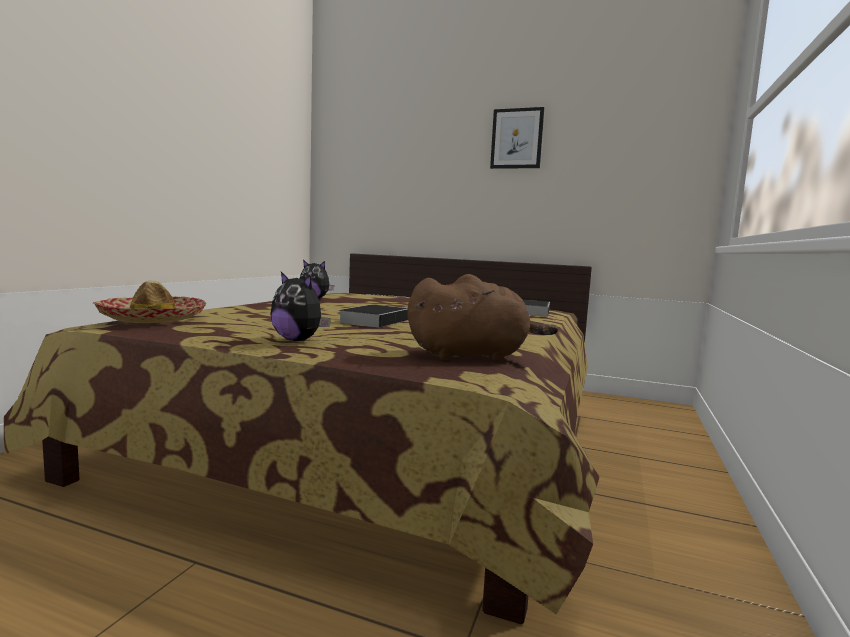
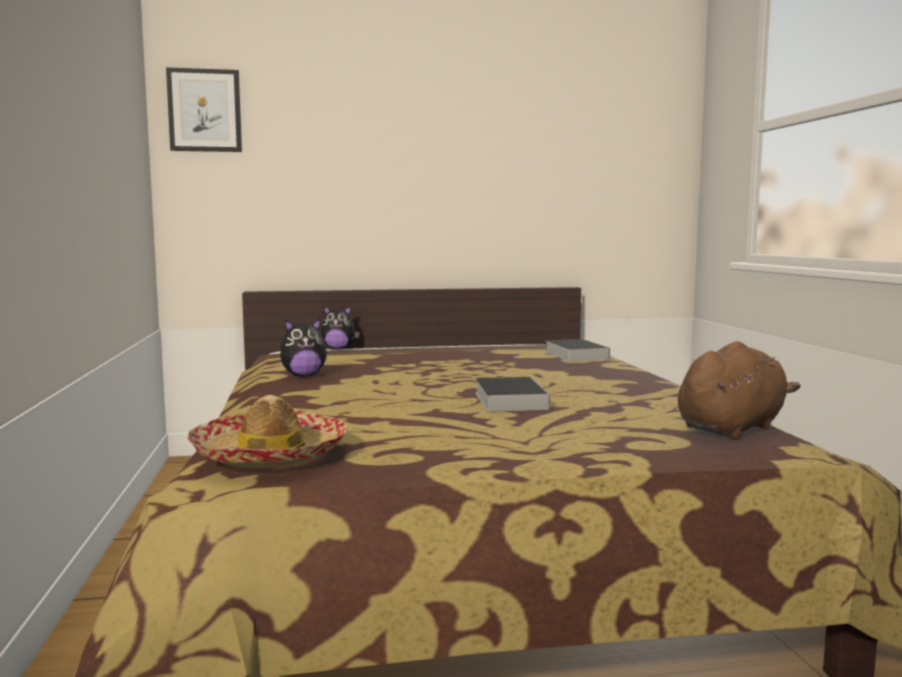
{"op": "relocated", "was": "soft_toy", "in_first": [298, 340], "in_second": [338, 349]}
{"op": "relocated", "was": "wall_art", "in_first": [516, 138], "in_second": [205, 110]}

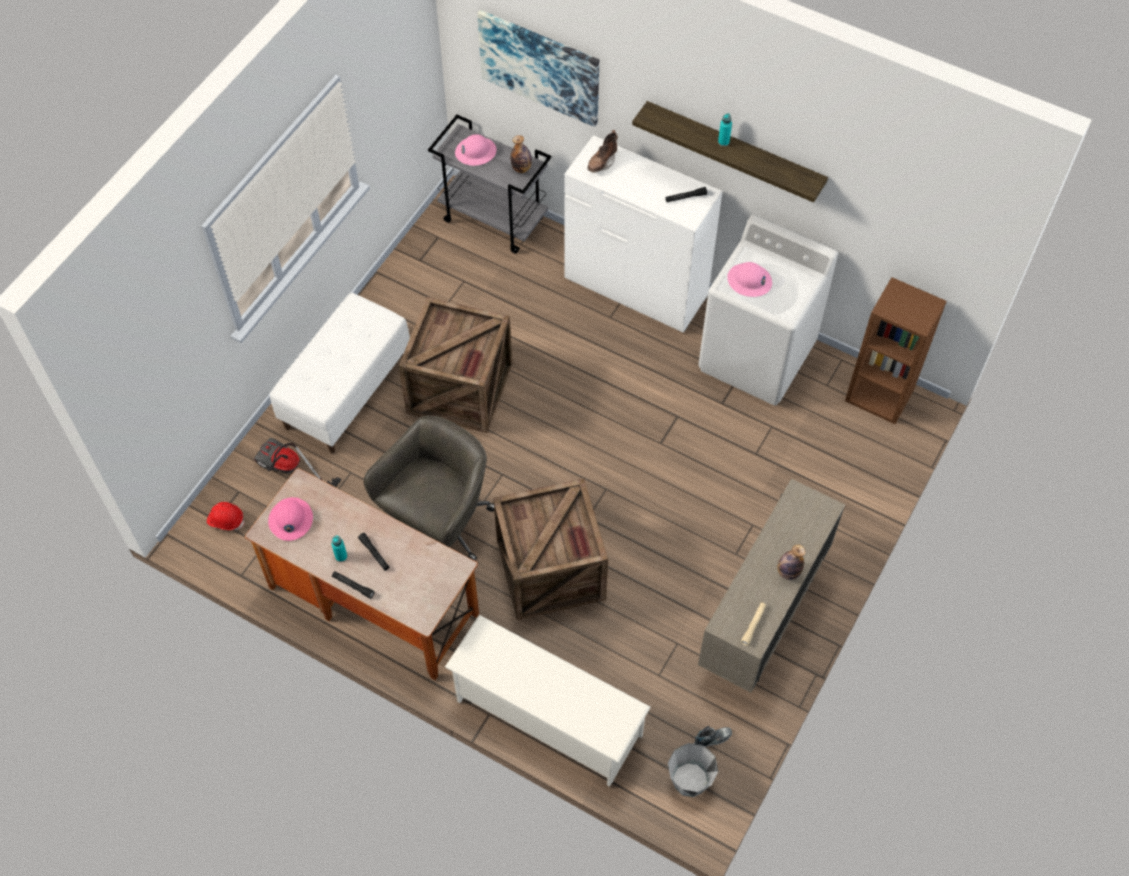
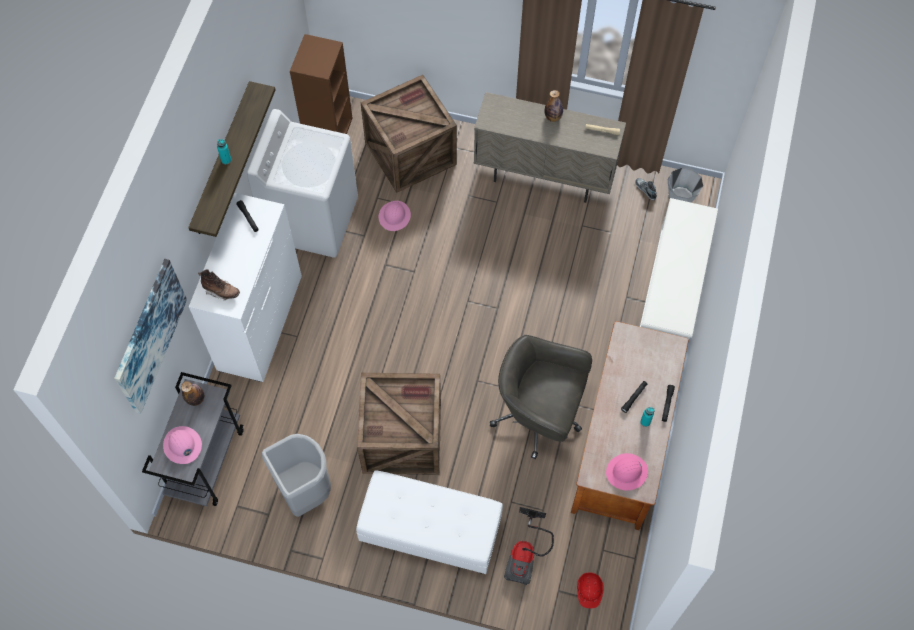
{"op": "relocated", "was": "shipping_crate", "in_first": [552, 571], "in_second": [411, 152]}
{"op": "relocated", "was": "pink_work_helmet", "in_first": [749, 281], "in_second": [394, 216]}
{"op": "appeared", "now": "greyish_waste_bin", "in_second": [305, 490]}

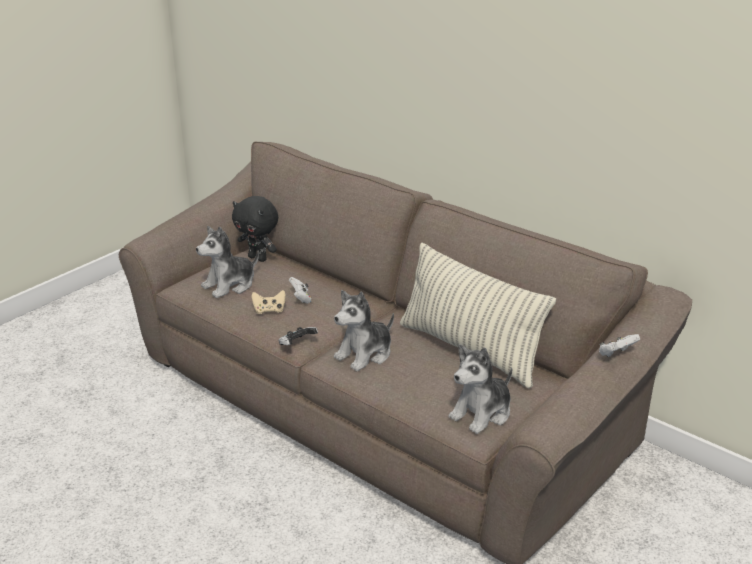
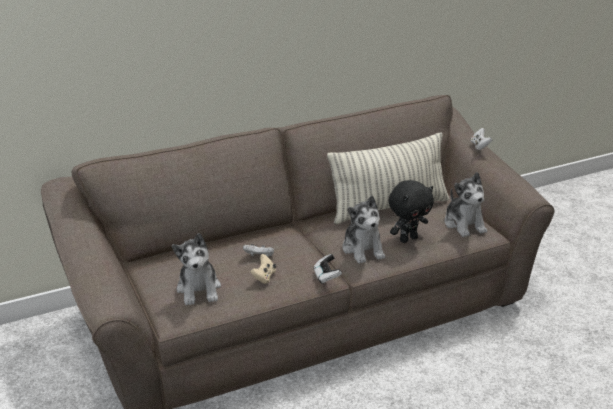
{"op": "relocated", "was": "black-coloured_soft_toy", "in_first": [258, 258], "in_second": [408, 239]}

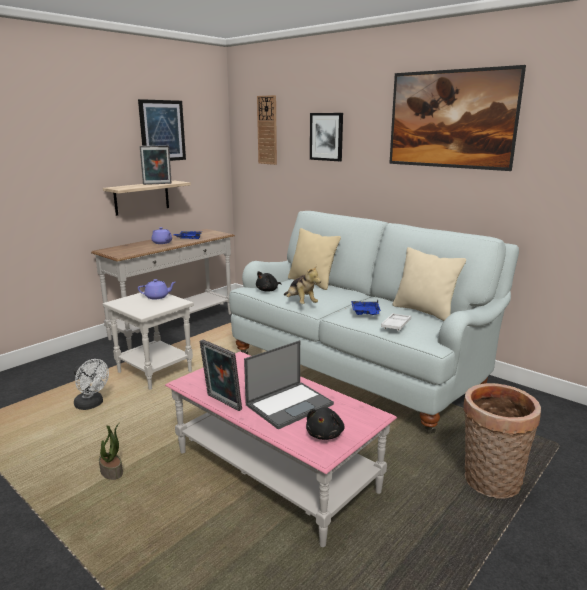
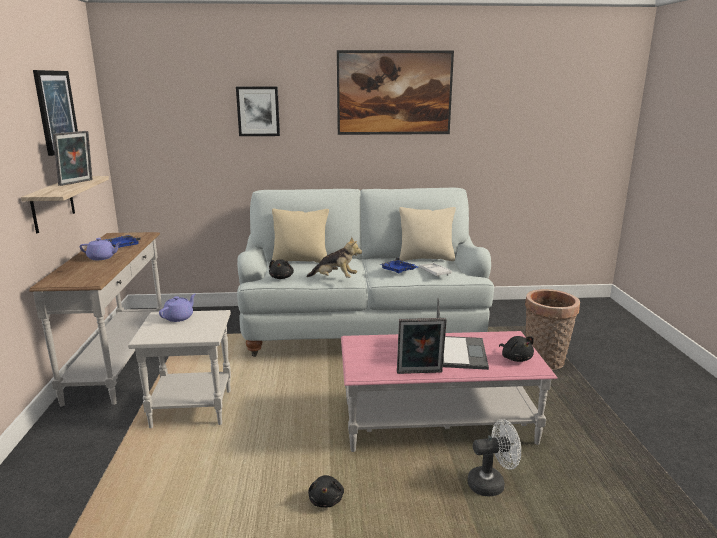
{"op": "relocated", "was": "white_electric_fan", "in_first": [92, 405], "in_second": [491, 483]}
{"op": "exchanged", "was": "houseplant", "now": "black-coloured_soft_toy", "in_first": [112, 472], "in_second": [326, 500]}
{"op": "missing", "was": "hanging_clock", "in_first": [267, 130]}

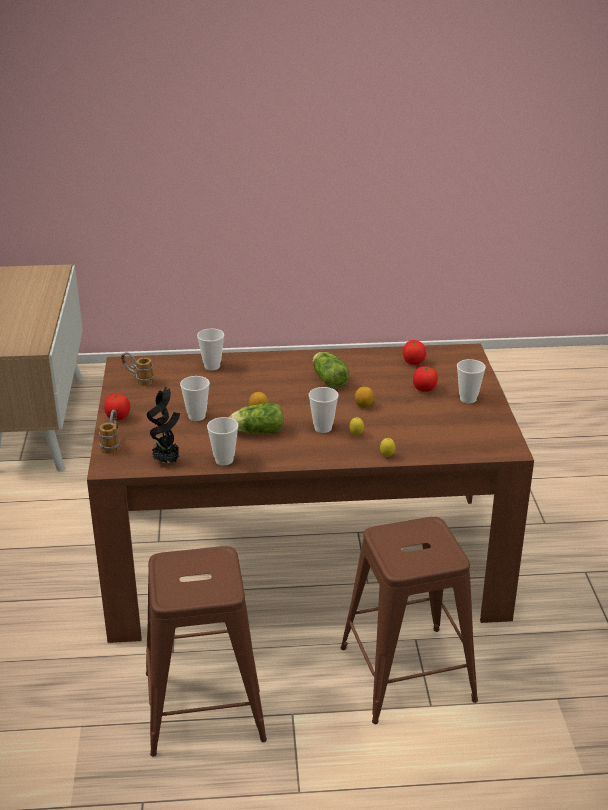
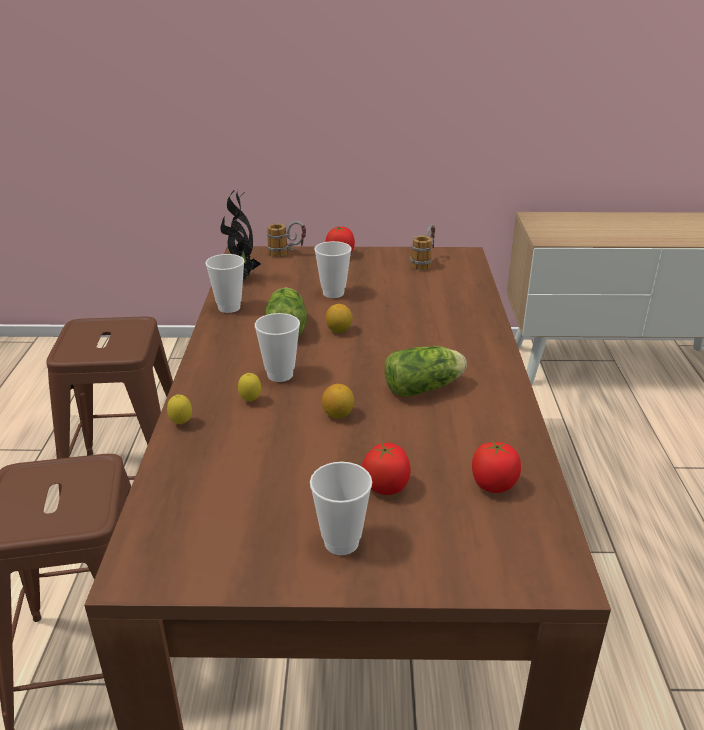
{"op": "missing", "was": "drinking_cup", "in_first": [212, 366]}

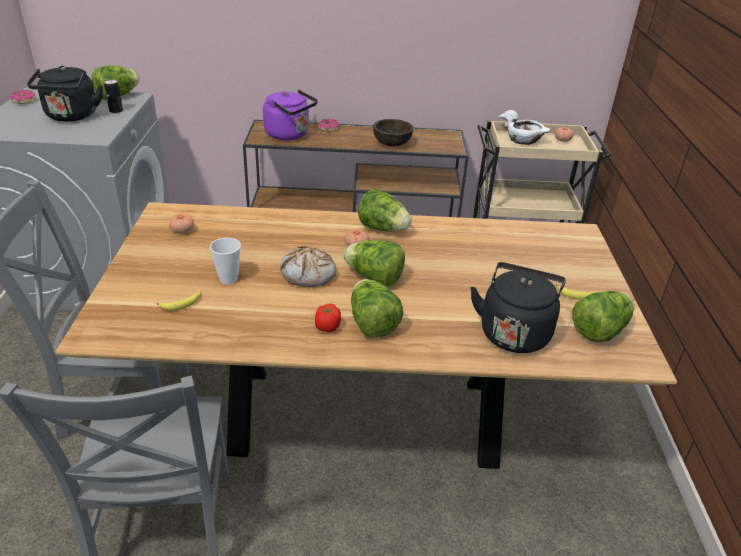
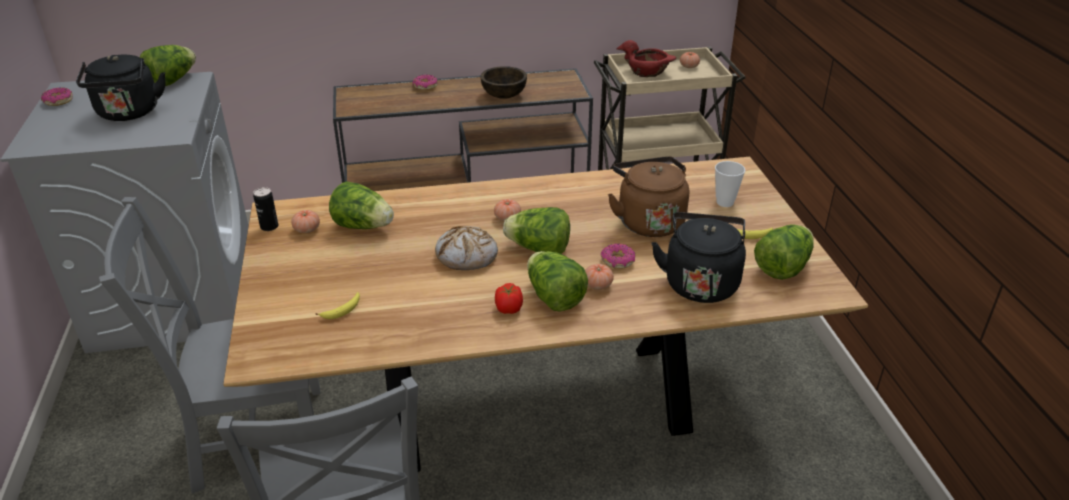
{"op": "relocated", "was": "sealed_can", "in_first": [116, 111], "in_second": [269, 226]}
{"op": "relocated", "was": "drinking_cup", "in_first": [228, 279], "in_second": [725, 202]}
{"op": "missing", "was": "purple_tea_kettle", "in_first": [289, 135]}
{"op": "relocated", "was": "lettuce", "in_first": [383, 229], "in_second": [363, 226]}
{"op": "colour", "was": "white_serving_bowl", "now": "red-coloured_serving_bowl", "in_first": [523, 140], "in_second": [647, 71]}
{"op": "appeared", "now": "tomato", "in_second": [598, 285]}
{"op": "appeared", "now": "donut", "in_second": [617, 261]}
{"op": "appeared", "now": "brown_tea_kettle", "in_second": [648, 221]}

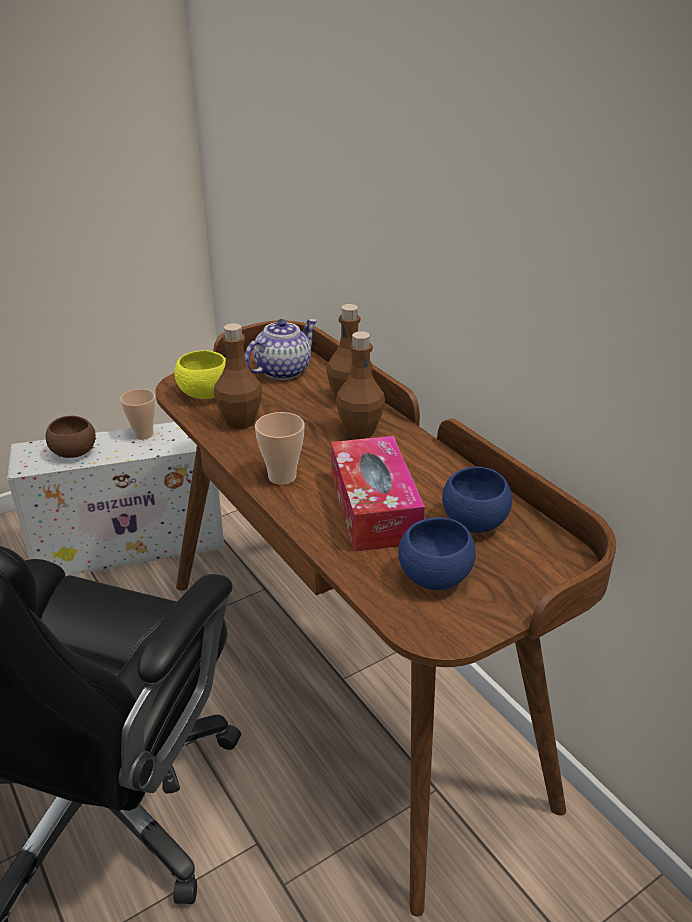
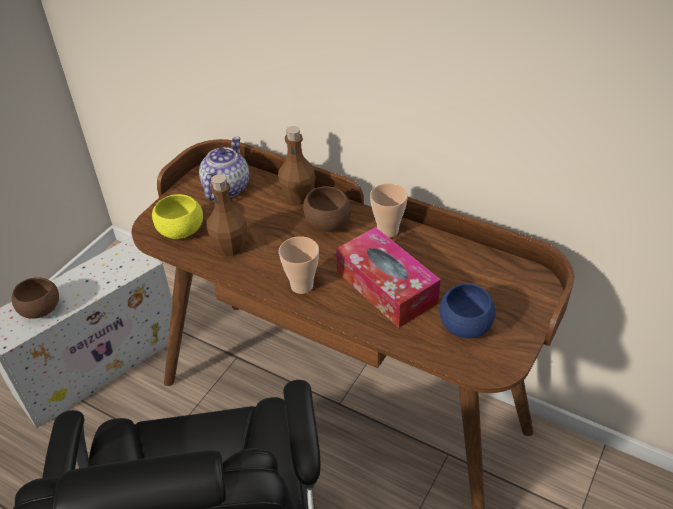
{"op": "relocated", "was": "drinking_cup", "in_first": [143, 434], "in_second": [387, 231]}
{"op": "exchanged", "was": "brown_beverage_bottle", "now": "brown_serving_bowl", "in_first": [360, 431], "in_second": [328, 224]}
{"op": "missing", "was": "blue_serving_bowl", "in_first": [474, 522]}

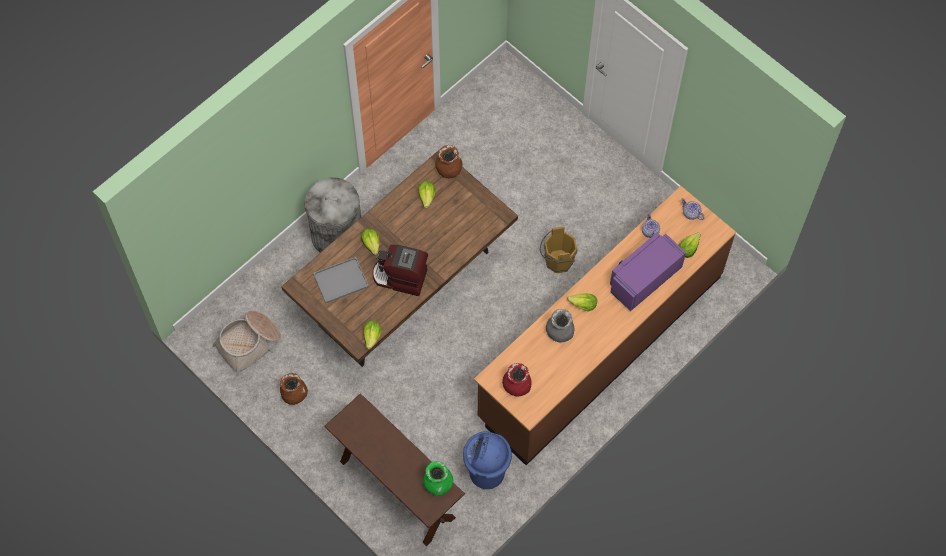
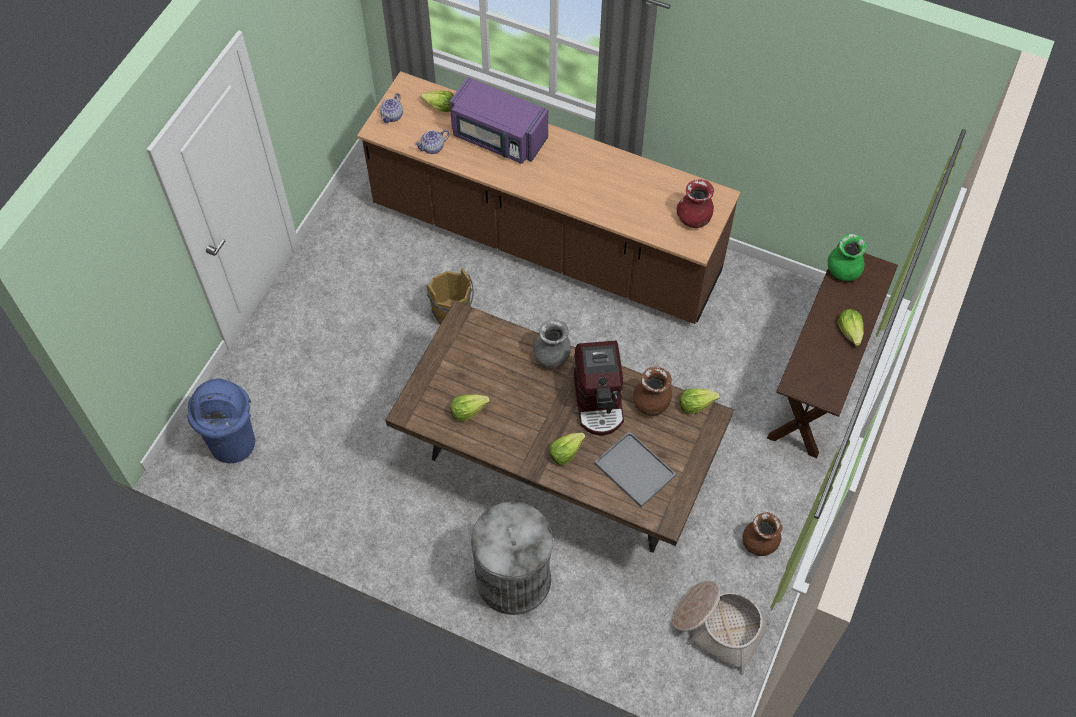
{"op": "relocated", "was": "brown_vase", "in_first": [448, 170], "in_second": [651, 403]}
{"op": "relocated", "was": "blue_waste_bin", "in_first": [486, 473], "in_second": [234, 443]}
{"op": "relocated", "was": "greyish_vase", "in_first": [559, 333], "in_second": [552, 357]}
{"op": "relocated", "was": "lettuce", "in_first": [583, 305], "in_second": [850, 331]}

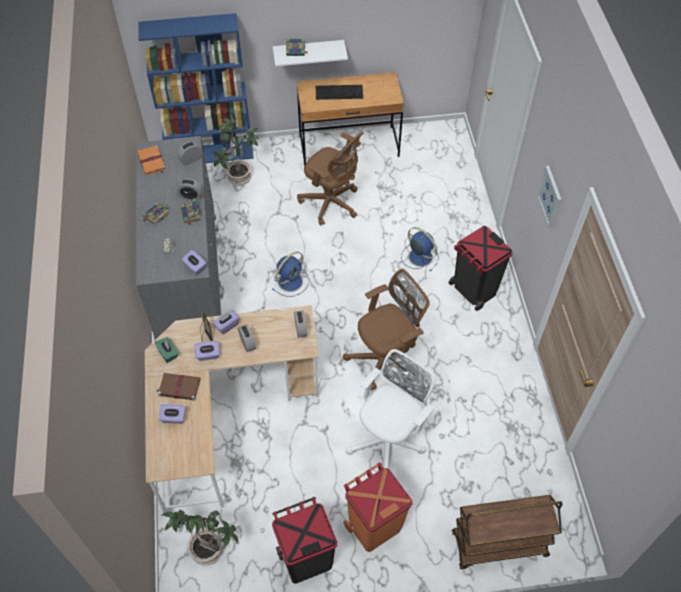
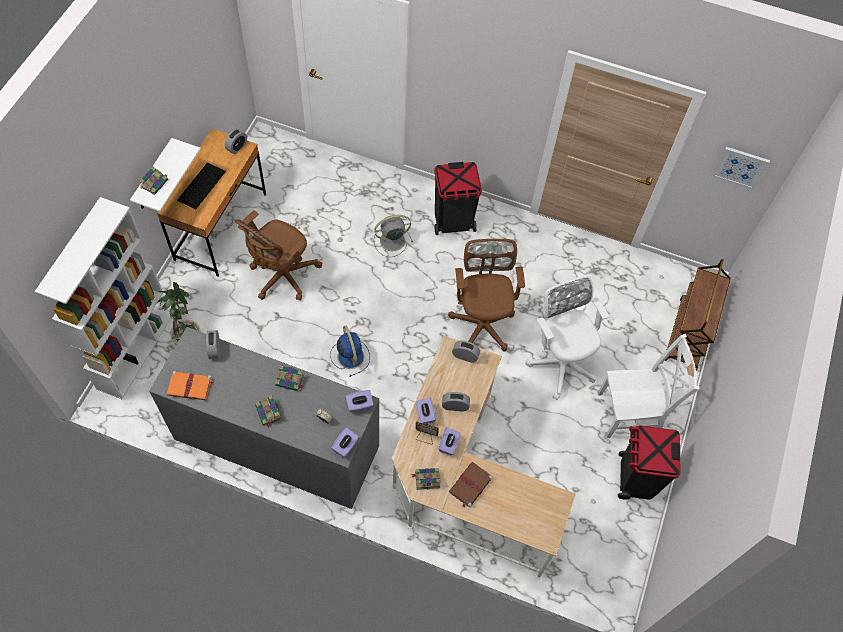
{"op": "colour", "was": "blue_bookcase", "now": "white_bookcase", "in_first": [211, 153], "in_second": [135, 350]}
{"op": "exchanged", "was": "green_tissue_holder", "now": "book", "in_first": [168, 353], "in_second": [426, 479]}
{"op": "relocated", "was": "purple_tissue_holder", "in_first": [173, 418], "in_second": [345, 446]}
{"op": "missing", "was": "houseplant", "in_first": [208, 549]}
{"op": "relocated", "was": "bedside_clock", "in_first": [191, 196], "in_second": [237, 147]}
{"op": "spun", "was": "brown_desk_chair", "in_first": [331, 203], "in_second": [282, 277], "clockwise": 150}
{"op": "exchanged", "was": "orange_waste_bin", "now": "white_upright_chair", "in_first": [374, 527], "in_second": [631, 413]}
{"op": "colour", "was": "blue_electric_fan", "now": "greyish_electric_fan", "in_first": [419, 256], "in_second": [391, 241]}
{"op": "relocated", "was": "wall_art", "in_first": [550, 197], "in_second": [740, 167]}

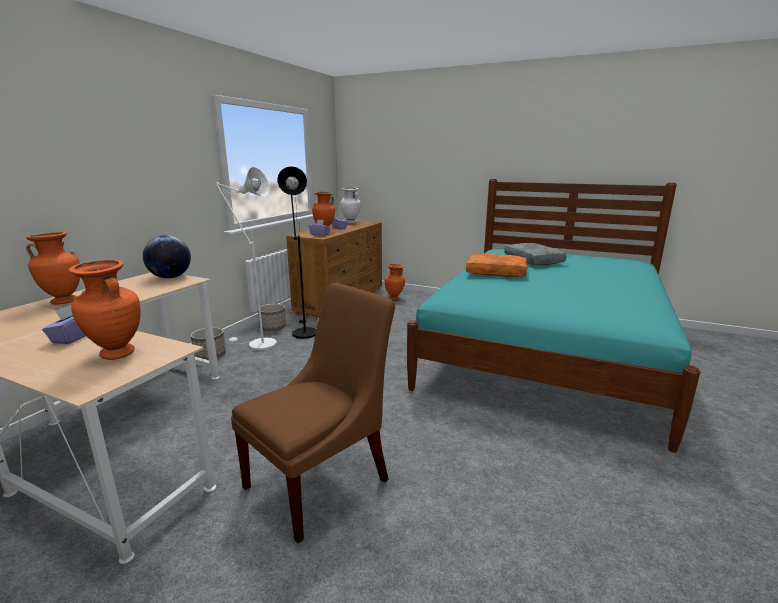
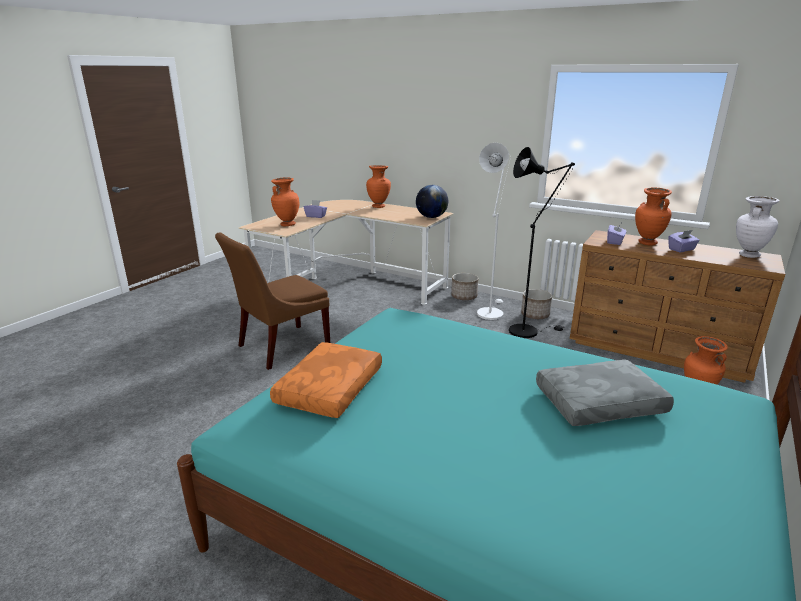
{"op": "spun", "was": "brown_upright_chair", "in_first": [322, 480], "in_second": [280, 347], "clockwise": 90}
{"op": "relocated", "was": "orange_pillow", "in_first": [497, 272], "in_second": [331, 390]}

